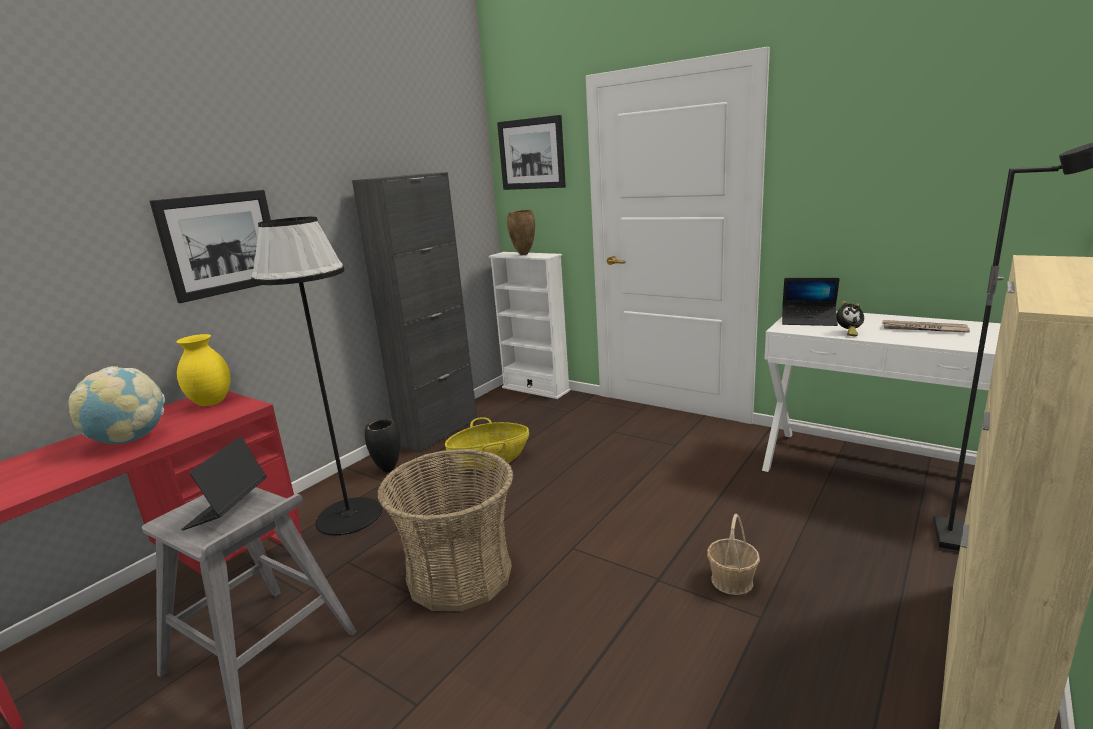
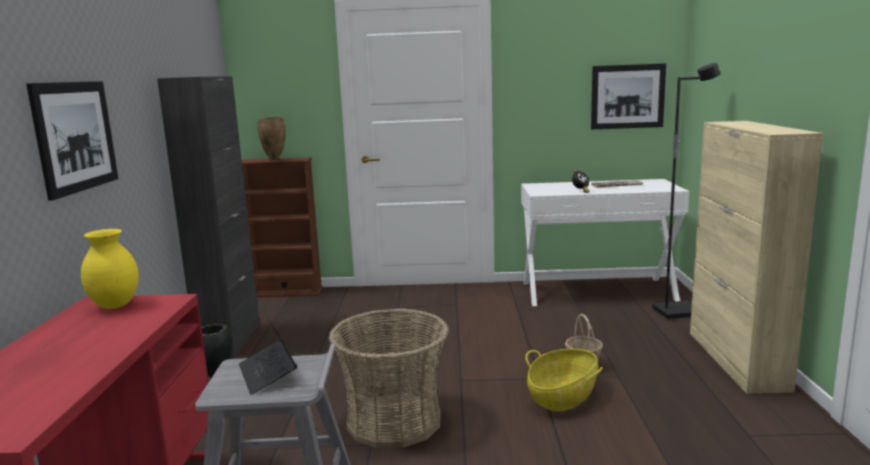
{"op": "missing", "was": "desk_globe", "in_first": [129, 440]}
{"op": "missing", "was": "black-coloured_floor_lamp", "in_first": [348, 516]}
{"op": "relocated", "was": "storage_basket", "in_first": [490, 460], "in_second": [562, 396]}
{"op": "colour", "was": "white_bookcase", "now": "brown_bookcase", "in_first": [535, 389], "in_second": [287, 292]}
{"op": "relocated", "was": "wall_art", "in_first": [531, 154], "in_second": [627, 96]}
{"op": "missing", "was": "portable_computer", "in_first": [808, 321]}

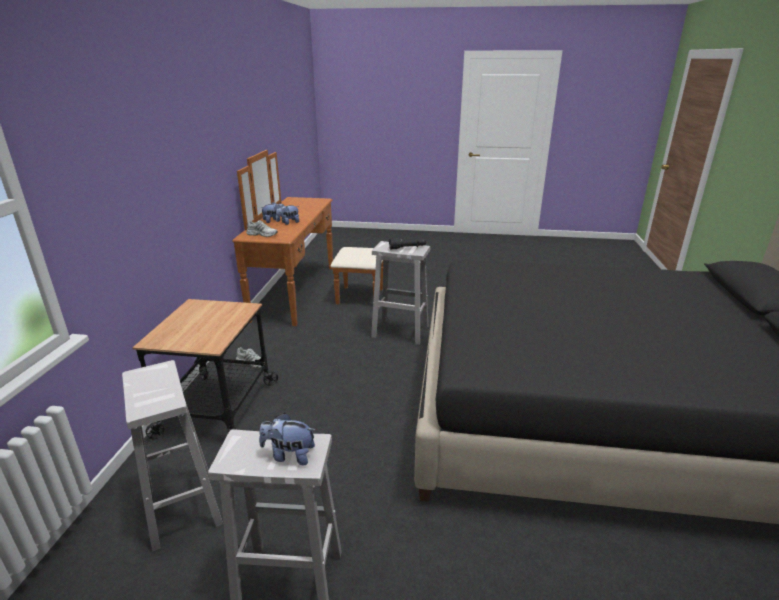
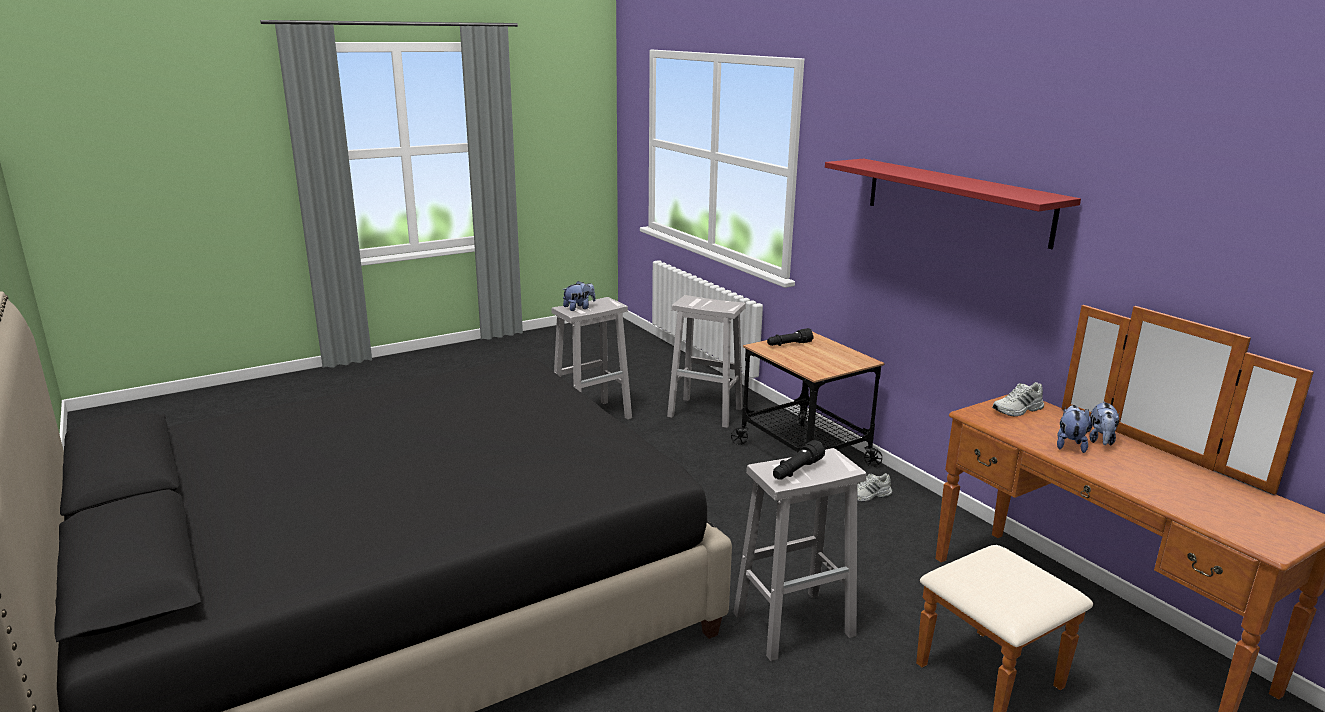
{"op": "appeared", "now": "black-coloured_hand_torch", "in_second": [788, 344]}
{"op": "appeared", "now": "red-coloured_shelf", "in_second": [955, 200]}

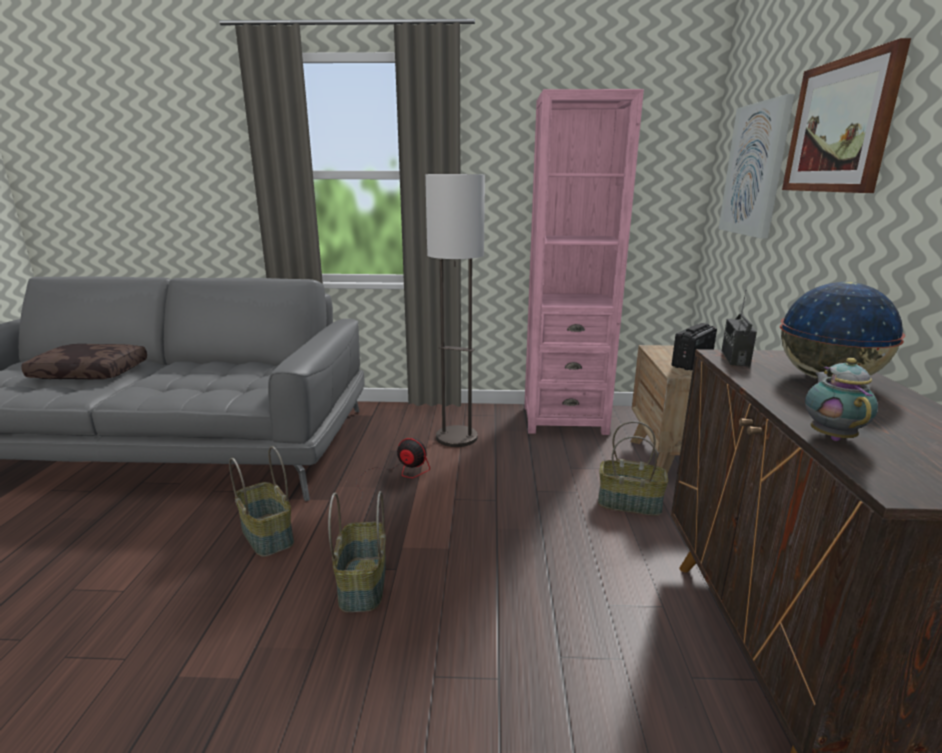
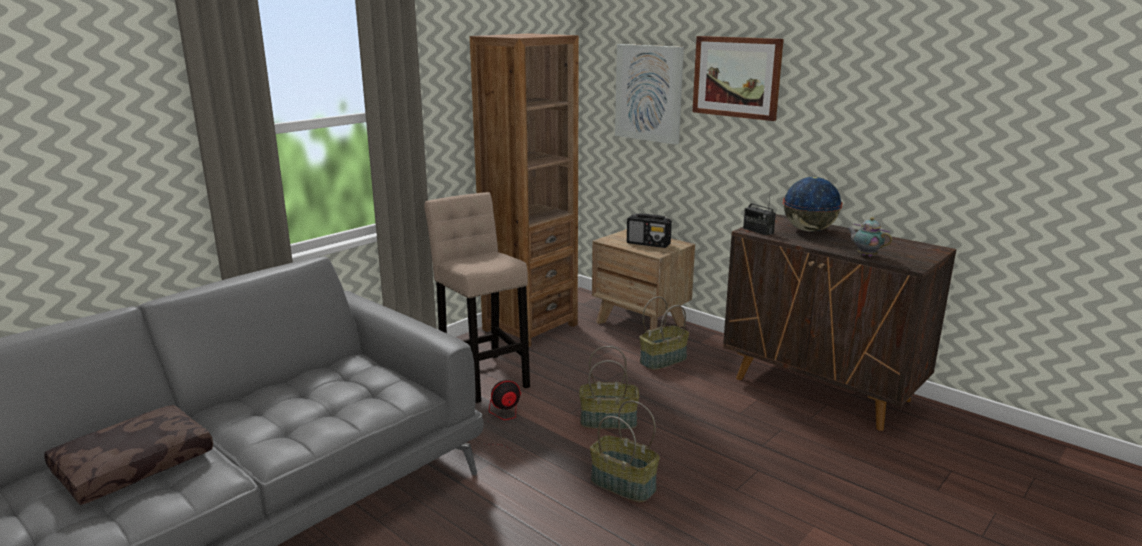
{"op": "relocated", "was": "storage_basket", "in_first": [268, 535], "in_second": [609, 420]}
{"op": "exchanged", "was": "floor_lamp", "now": "beige_sitting_stool", "in_first": [457, 437], "in_second": [483, 375]}
{"op": "colour", "was": "pink_bookcase", "now": "brown_bookcase", "in_first": [564, 420], "in_second": [530, 327]}
{"op": "spun", "was": "radio_set", "in_first": [691, 363], "in_second": [648, 244], "clockwise": -60}

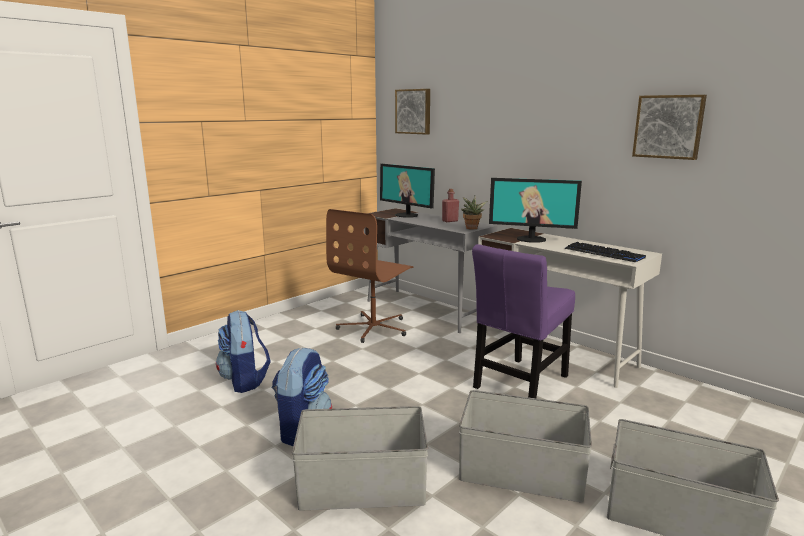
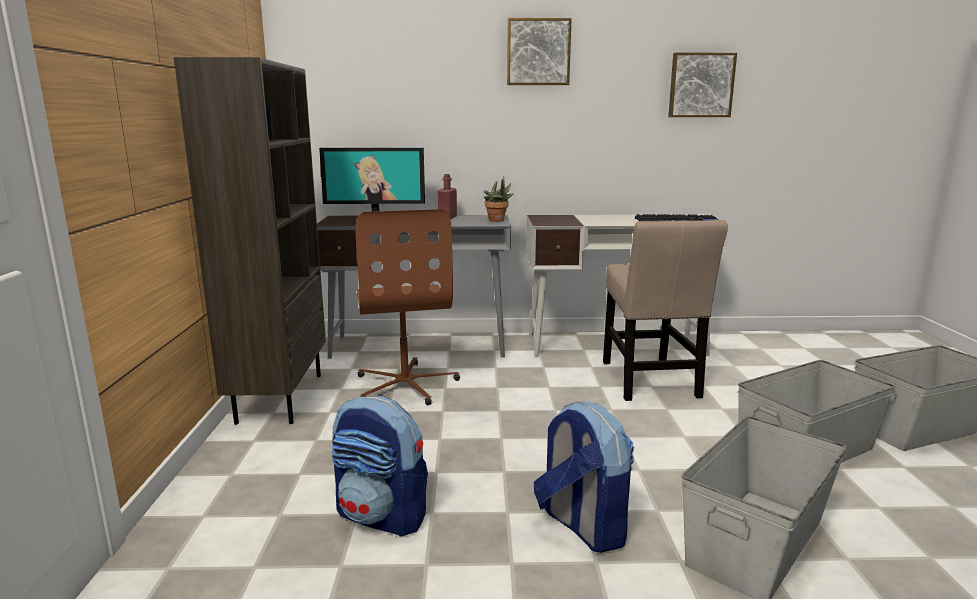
{"op": "relocated", "was": "wall_art", "in_first": [413, 111], "in_second": [538, 52]}
{"op": "colour", "was": "purple_upright_chair", "now": "beige_upright_chair", "in_first": [519, 384], "in_second": [650, 382]}
{"op": "missing", "was": "computer_display", "in_first": [531, 239]}
{"op": "appeared", "now": "brown_bookcase", "in_second": [279, 397]}

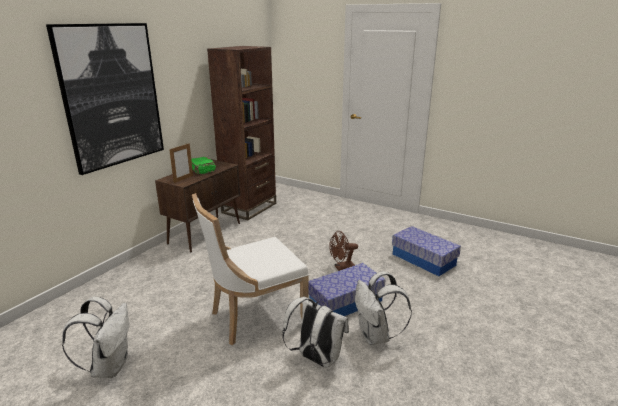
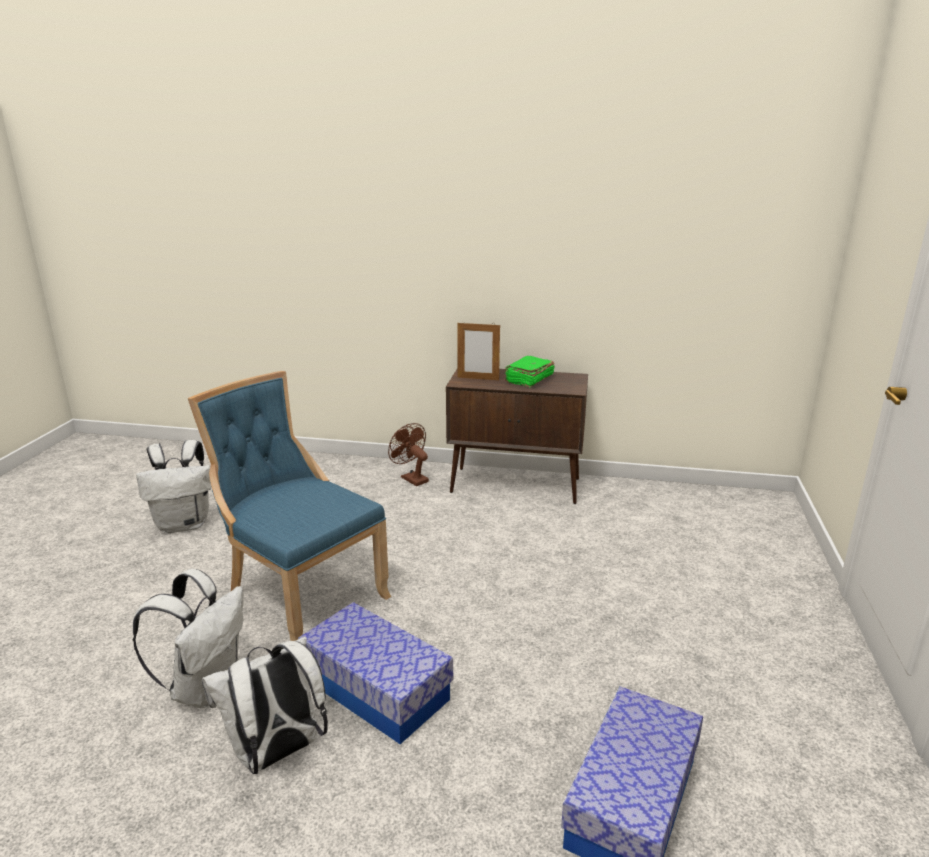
{"op": "missing", "was": "wall_art", "in_first": [112, 96]}
{"op": "colour", "was": "white_upright_chair", "now": "blue_upright_chair", "in_first": [254, 317], "in_second": [301, 596]}
{"op": "missing", "was": "brown_bookcase", "in_first": [249, 208]}
{"op": "relocated", "was": "brown_electric_fan", "in_first": [341, 267], "in_second": [411, 478]}

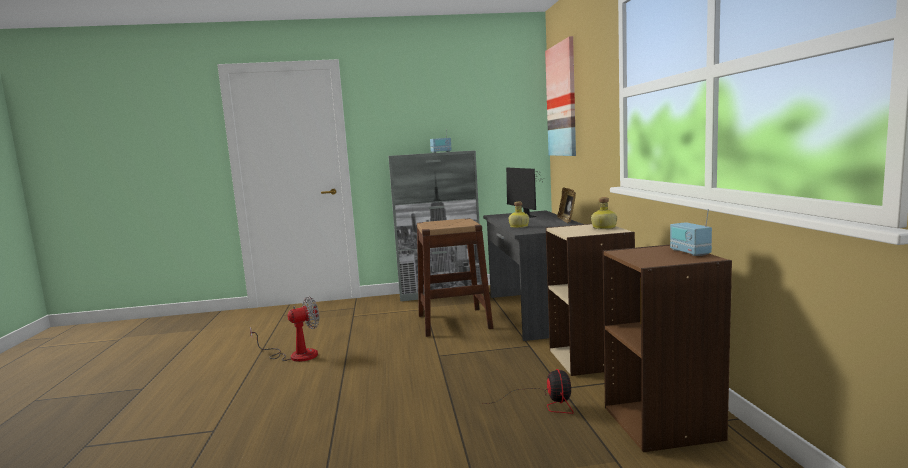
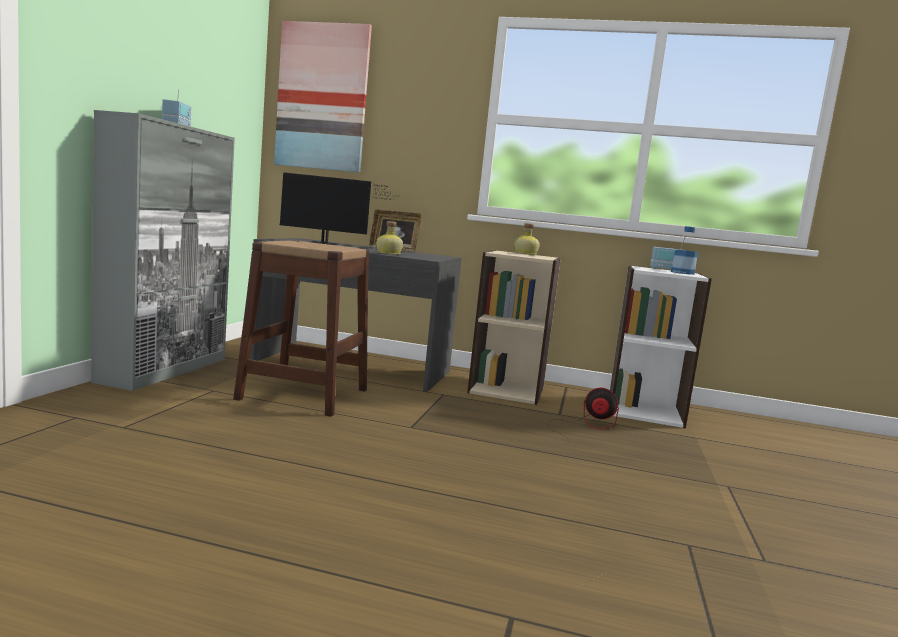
{"op": "missing", "was": "electric_fan", "in_first": [295, 355]}
{"op": "colour", "was": "brown_bookcase", "now": "white_bookcase", "in_first": [663, 423], "in_second": [644, 411]}
{"op": "appeared", "now": "beverage_bottle", "in_second": [682, 273]}

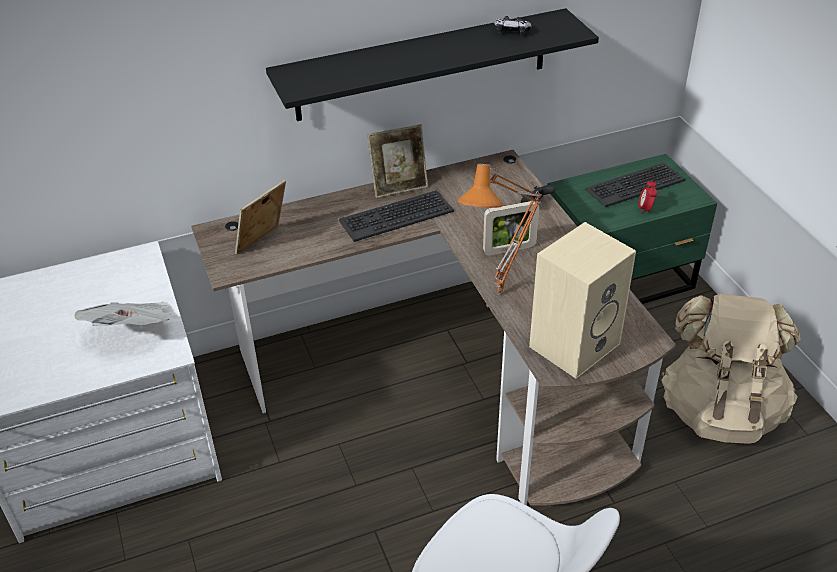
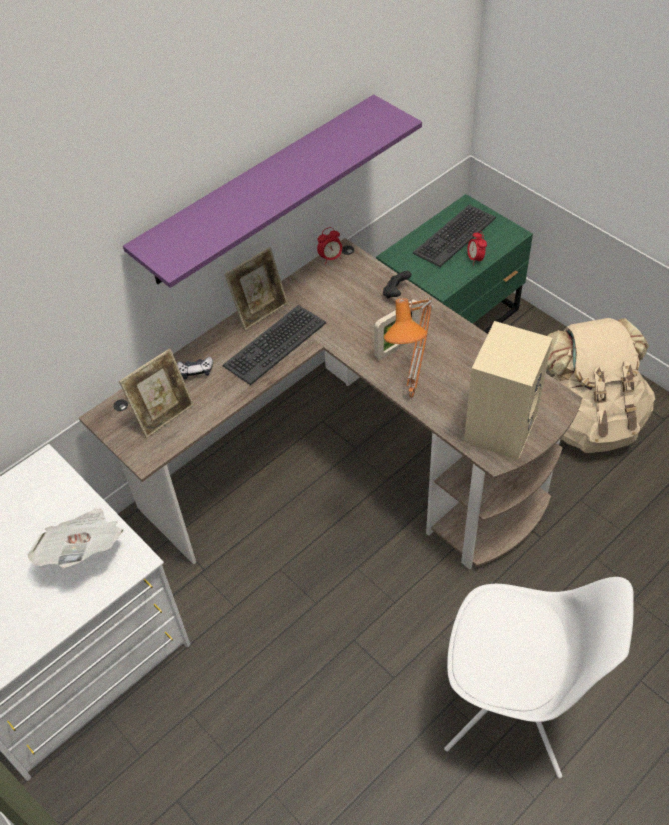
{"op": "spun", "was": "picture_frame", "in_first": [264, 244], "in_second": [164, 415], "clockwise": -150}
{"op": "colour", "was": "black-coloured_shelf", "now": "purple_shelf", "in_first": [422, 65], "in_second": [259, 190]}
{"op": "relocated", "was": "game_controller", "in_first": [511, 31], "in_second": [195, 371]}
{"op": "appeared", "now": "bedside_clock", "in_second": [330, 258]}

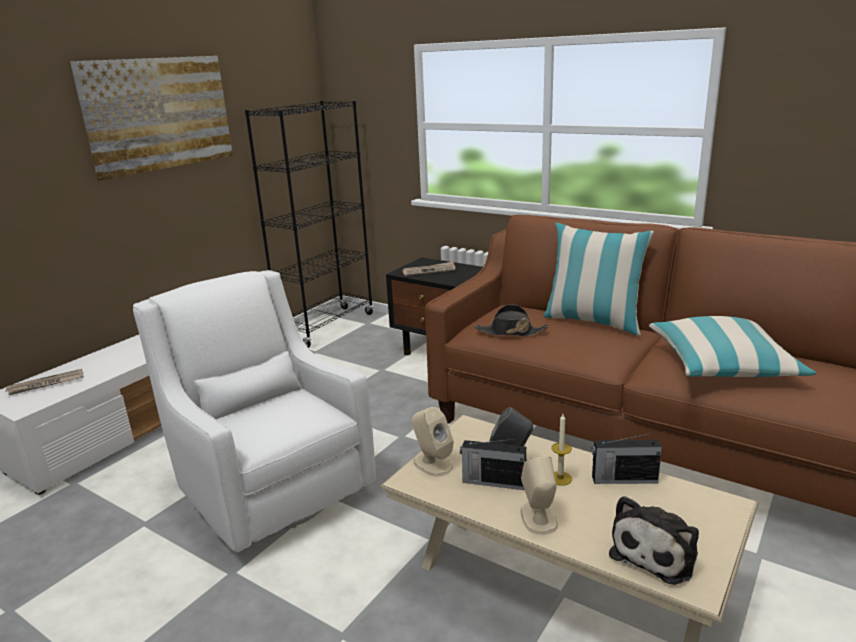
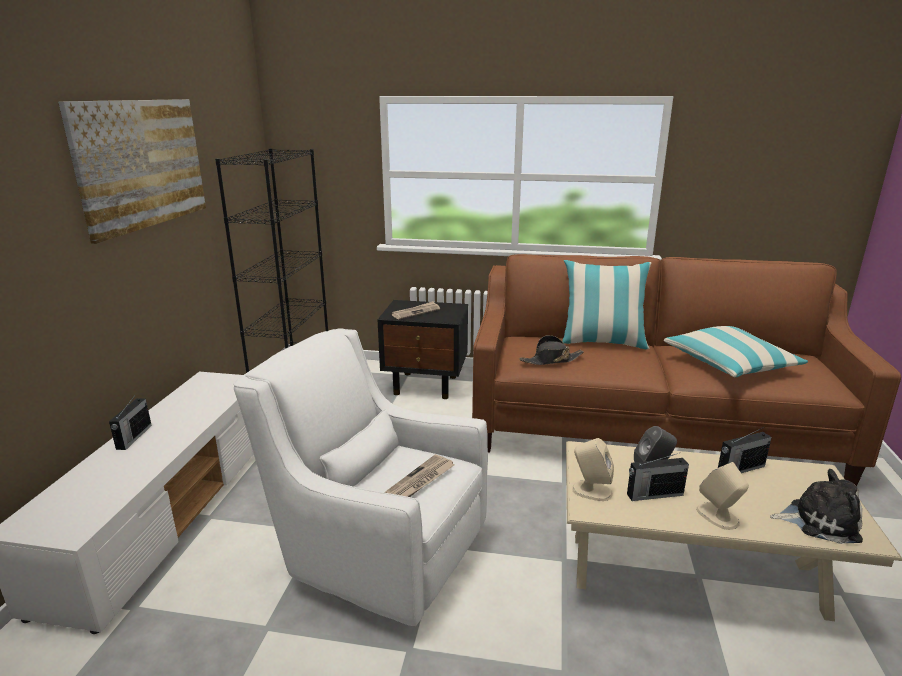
{"op": "relocated", "was": "daily_paper", "in_first": [45, 384], "in_second": [420, 481]}
{"op": "missing", "was": "wax_light", "in_first": [560, 478]}
{"op": "spun", "was": "soft_toy", "in_first": [656, 552], "in_second": [819, 520], "clockwise": -90}
{"op": "appeared", "now": "radio_set", "in_second": [133, 437]}

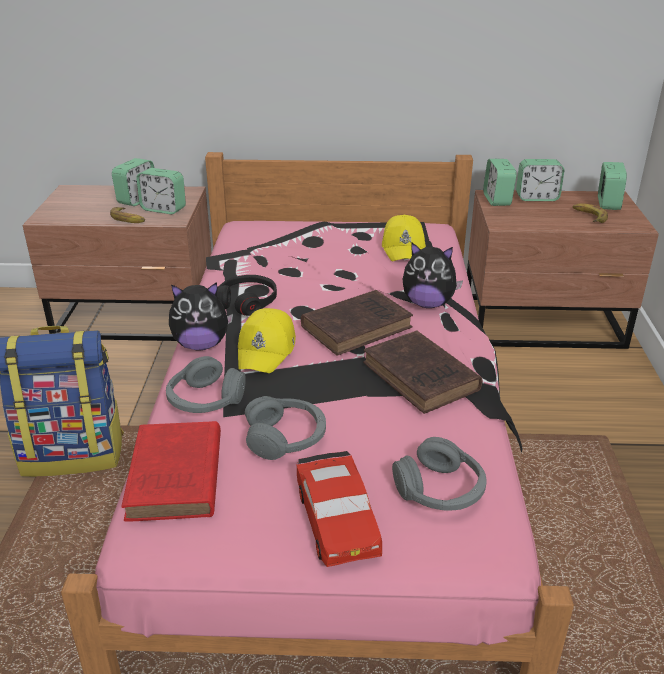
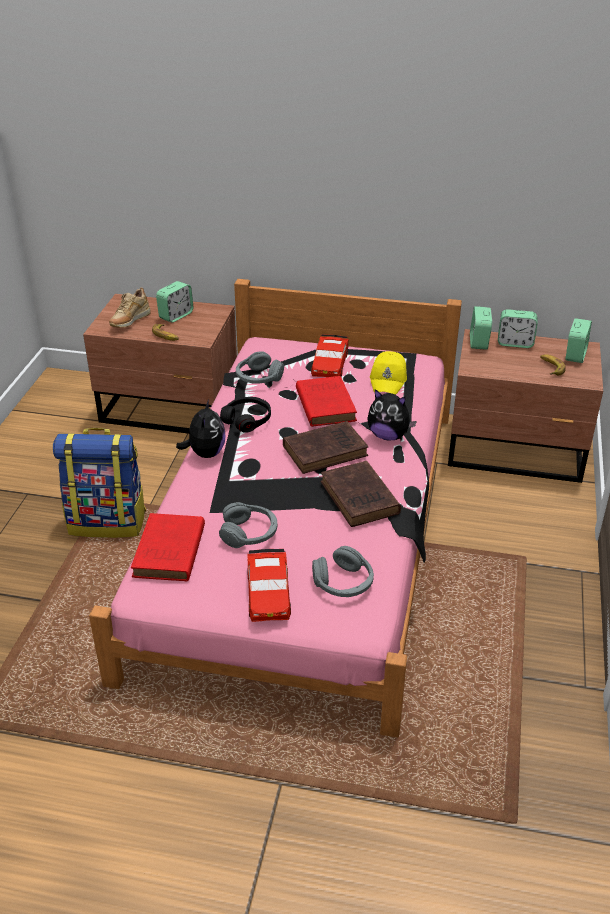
{"op": "missing", "was": "bedside_clock", "in_first": [163, 209]}
{"op": "relocated", "was": "greyish_headset", "in_first": [205, 400], "in_second": [258, 378]}
{"op": "spun", "was": "soft_toy", "in_first": [201, 345], "in_second": [205, 453], "clockwise": -90}
{"op": "missing", "was": "yellow_peaked_cap", "in_first": [267, 350]}
{"op": "appeared", "now": "beige_low_shoe", "in_second": [129, 322]}
{"op": "appeared", "now": "red-coloured_book", "in_second": [325, 404]}
{"op": "appeared", "now": "red-coloured_model_car", "in_second": [329, 364]}

